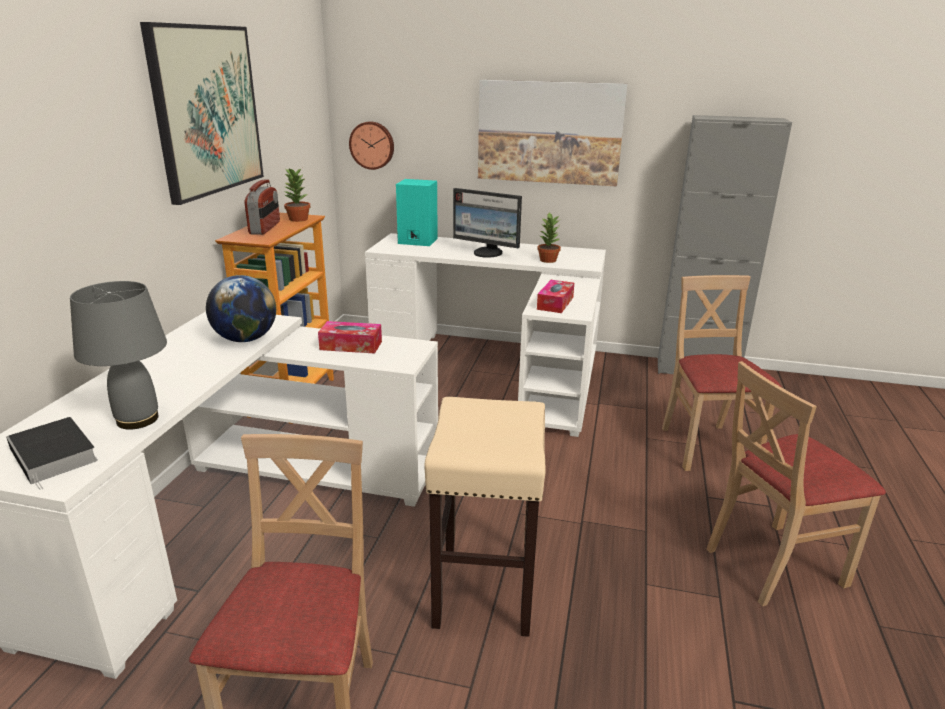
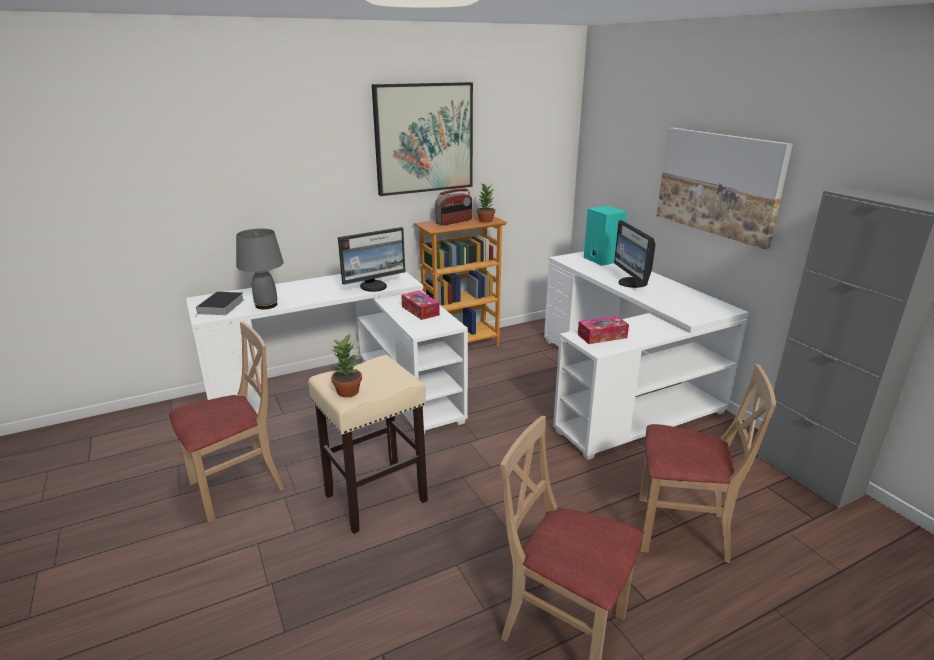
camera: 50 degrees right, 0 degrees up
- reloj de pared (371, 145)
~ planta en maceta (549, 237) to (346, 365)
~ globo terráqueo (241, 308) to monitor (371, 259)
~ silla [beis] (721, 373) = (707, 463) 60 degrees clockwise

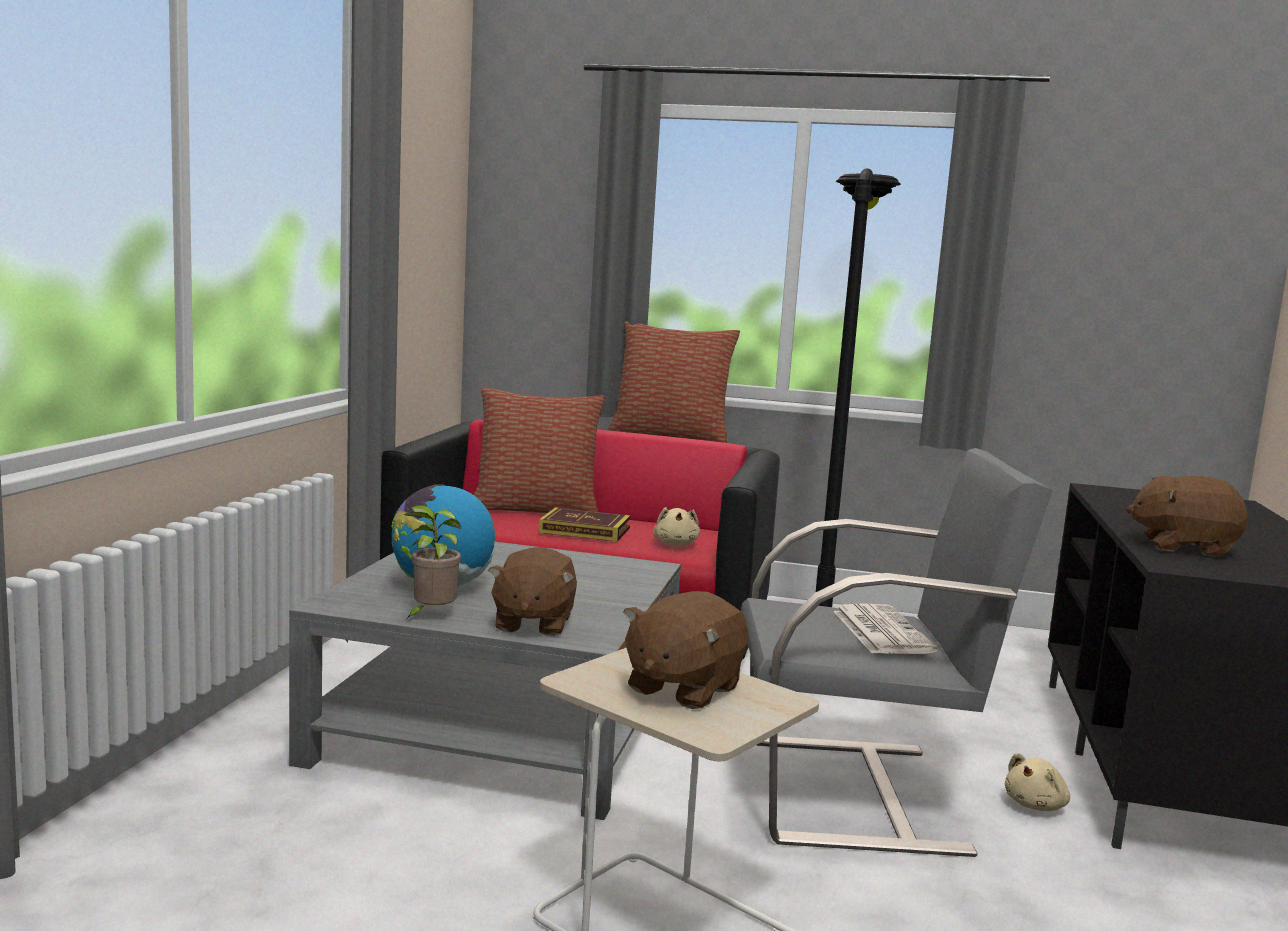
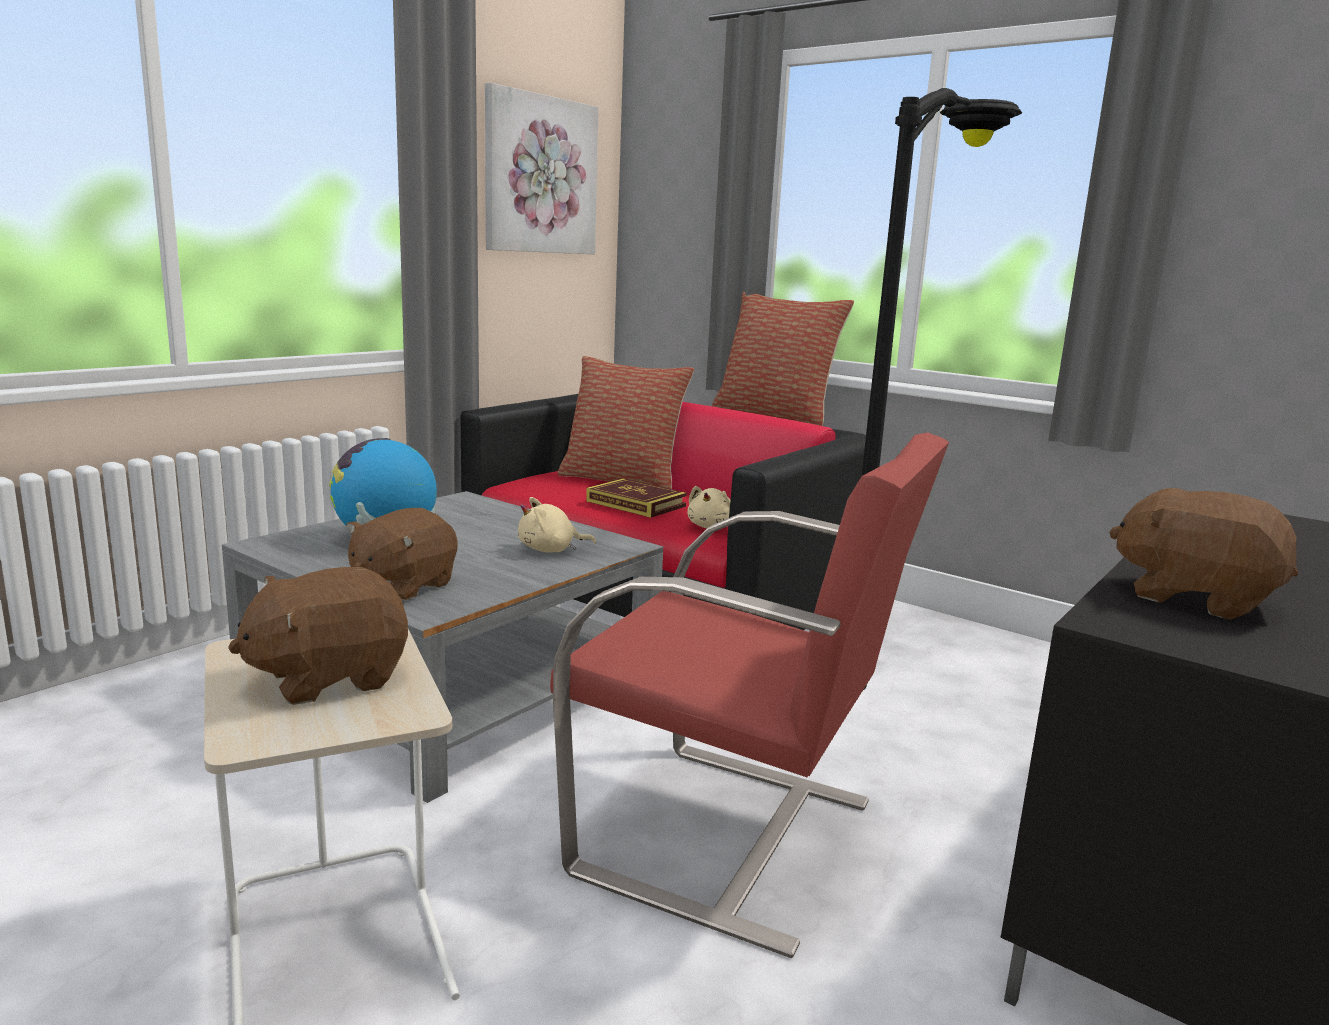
camera: 25 degrees right, 5 degrees up
~ sillón [gris] (897, 652) to sillón [rojo] (749, 695)
- planta en maceta (432, 562)
- periódico (885, 628)
~ peluche [beis] (1037, 782) to (557, 525)
+ cuadro (542, 168)

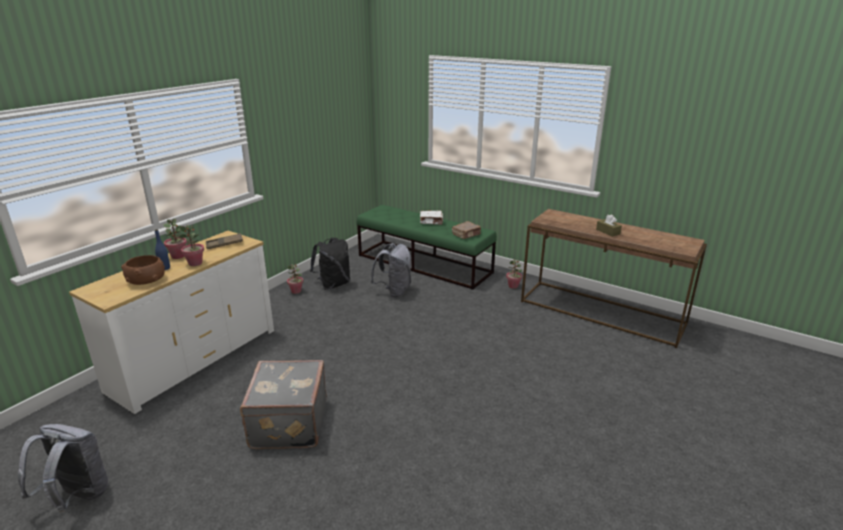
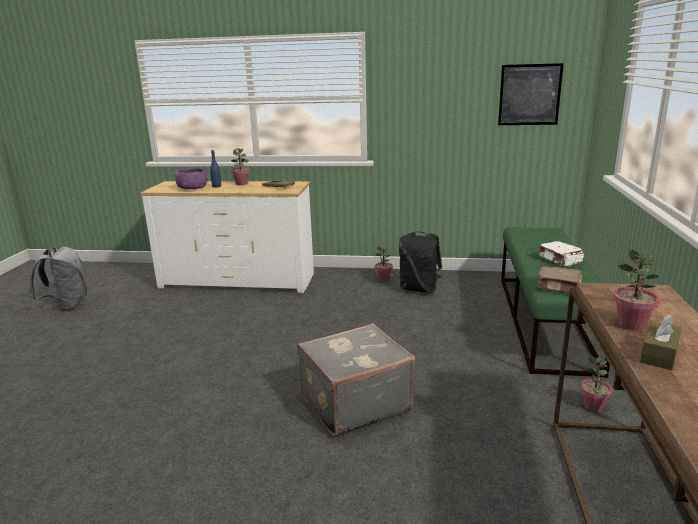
camera: 65 degrees right, 5 degrees down
~ planta en maceta (191, 245) to (636, 290)
- mochila [gris] (390, 270)
~ cuenco [marrón] (143, 270) to cuenco [morado] (191, 178)
~ maleta [gris] (283, 404) to (356, 380)
+ cuadro (531, 94)

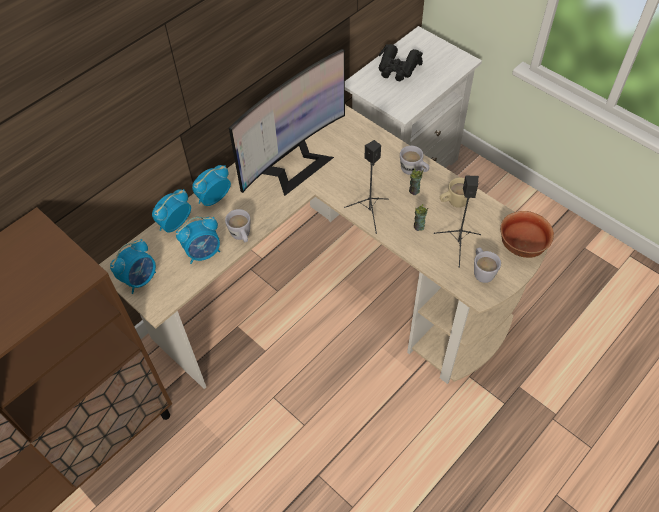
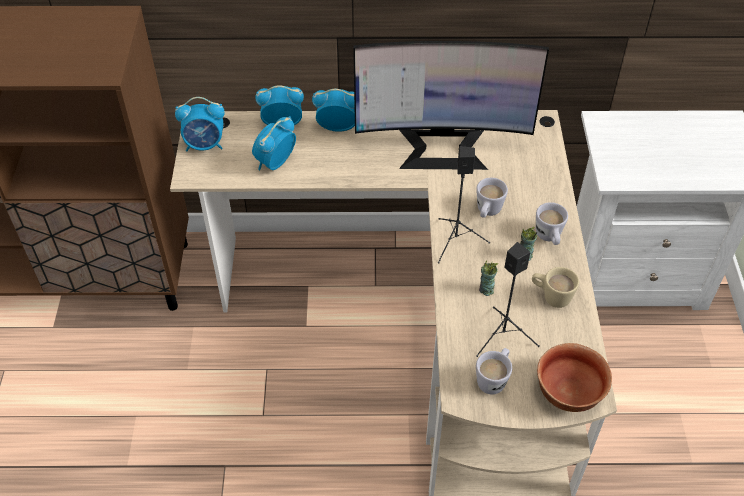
camera: 45 degrees right, 5 degrees down
- prismáticos [negro] (400, 62)
~ taza grande [blanco] (237, 225) to (492, 198)
~ despertador (198, 240) = (274, 143) 105 degrees clockwise

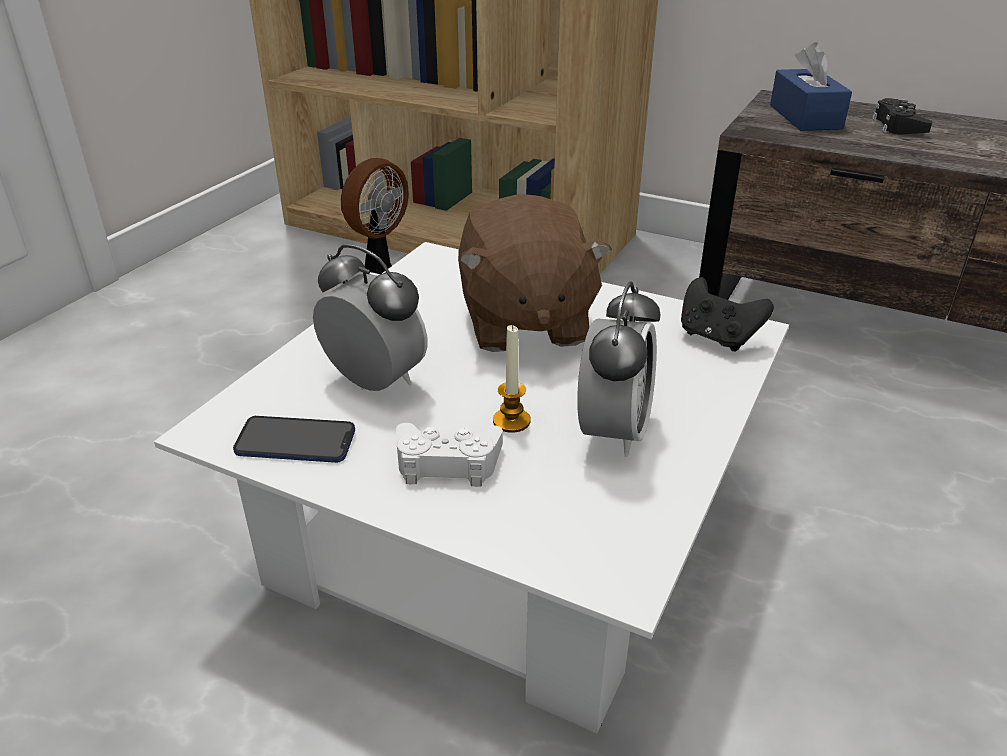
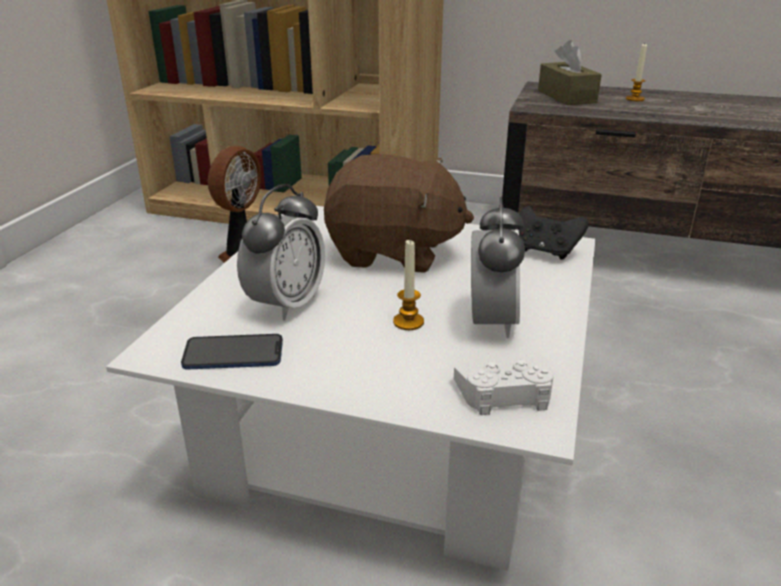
camera: 10 degrees left, 5 degrees down
~ caja de pañuelos [azul] (811, 86) to caja de pañuelos [marrón] (570, 72)
~ mando de consola [negro] (902, 116) to vela (636, 72)
~ peluche [marrón] (535, 273) = (399, 213) 60 degrees counterclockwise
~ despertador (370, 317) = (281, 252) 90 degrees clockwise
~ mando de consola [blanco] (449, 455) to (504, 385)

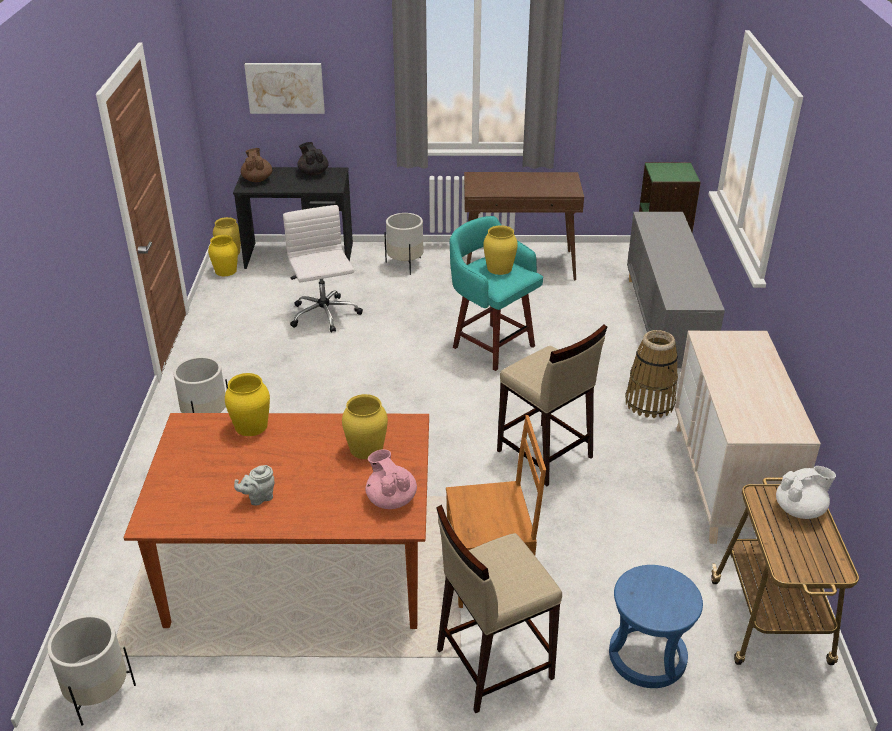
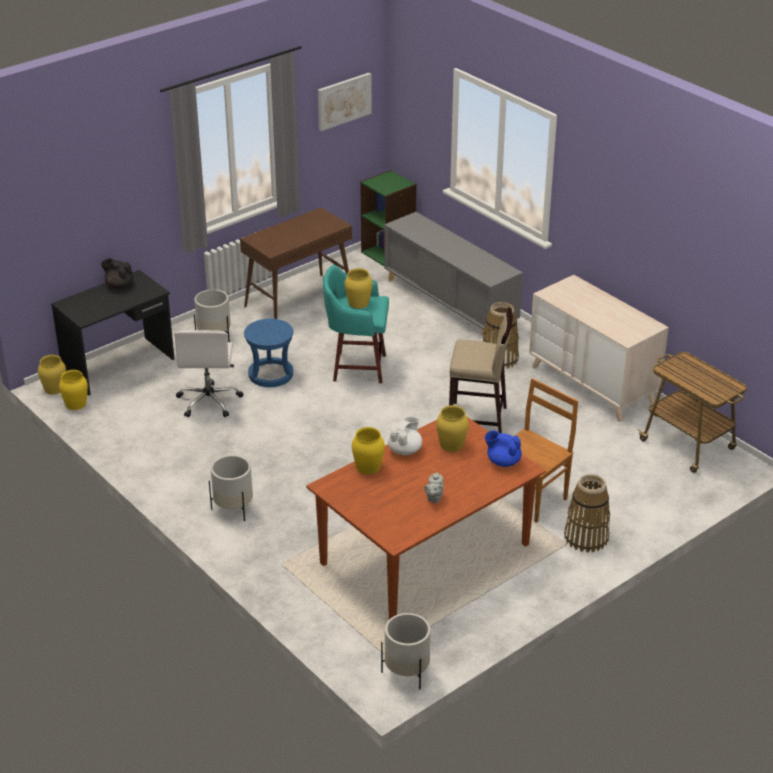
camera: 40 degrees left, 0 degrees up
~ cuadro (284, 88) to (345, 102)
- tetera [marrón] (256, 165)
~ silla de oficina [blanco] (323, 269) = (208, 373) 120 degrees counterclockwise
~ tetera [rosa] (391, 479) to tetera [azul] (503, 449)
~ tetera [blanco] (806, 492) to (405, 436)
~ taburete [beis] (499, 609) to cesta (587, 513)
~ taburete [azul] (656, 626) to (268, 353)

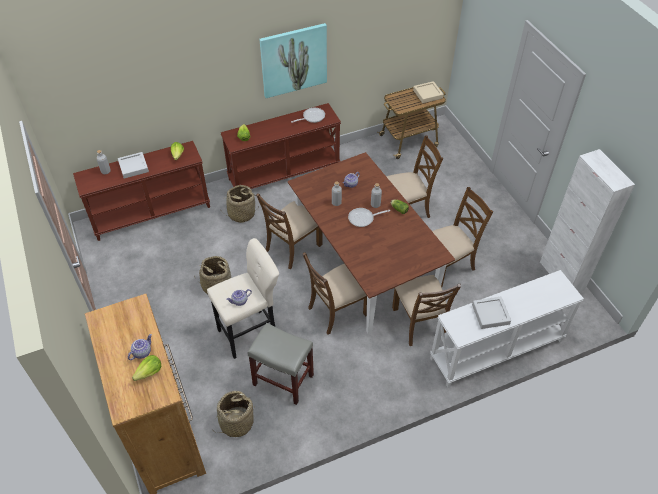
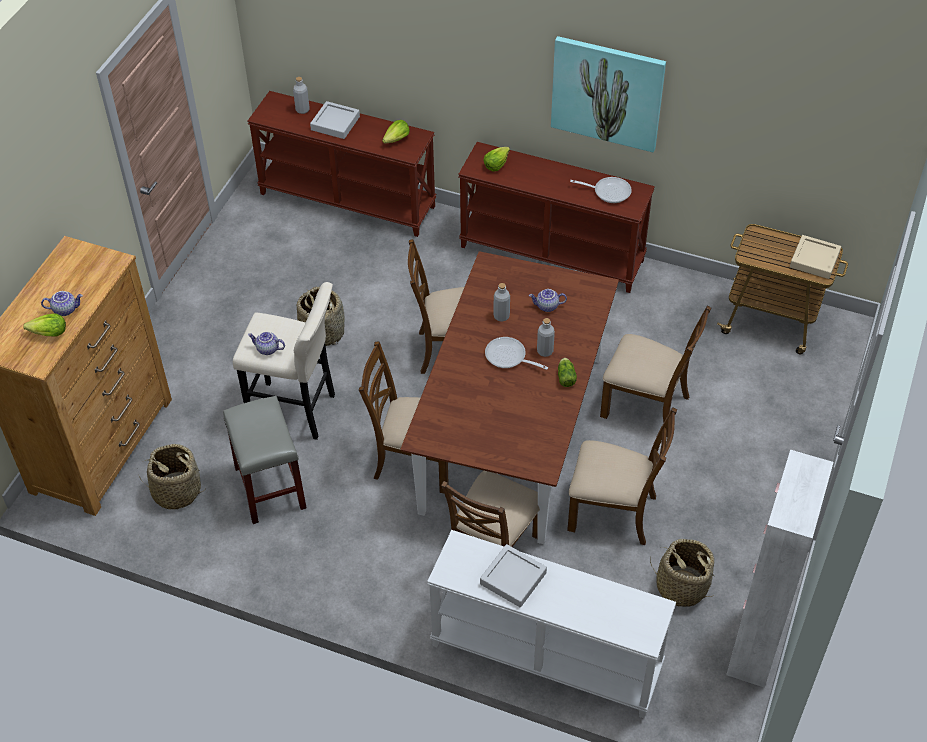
camera: 45 degrees right, 0 degrees up
~ cesta (239, 204) to (682, 573)

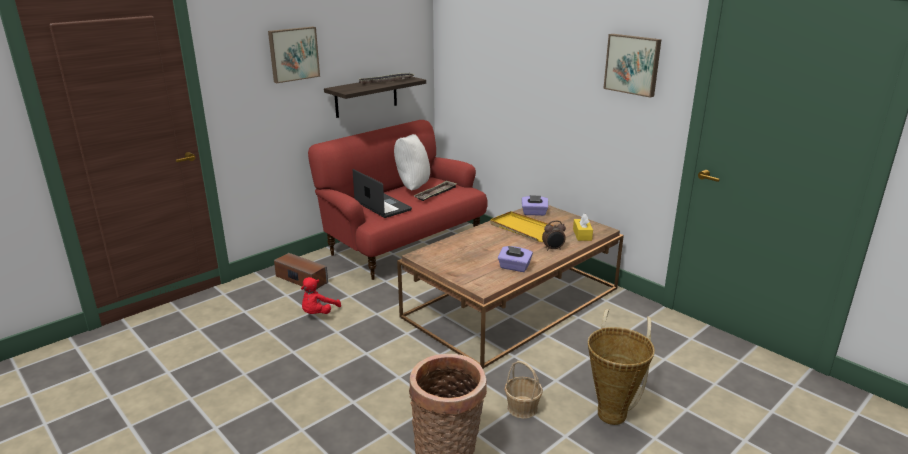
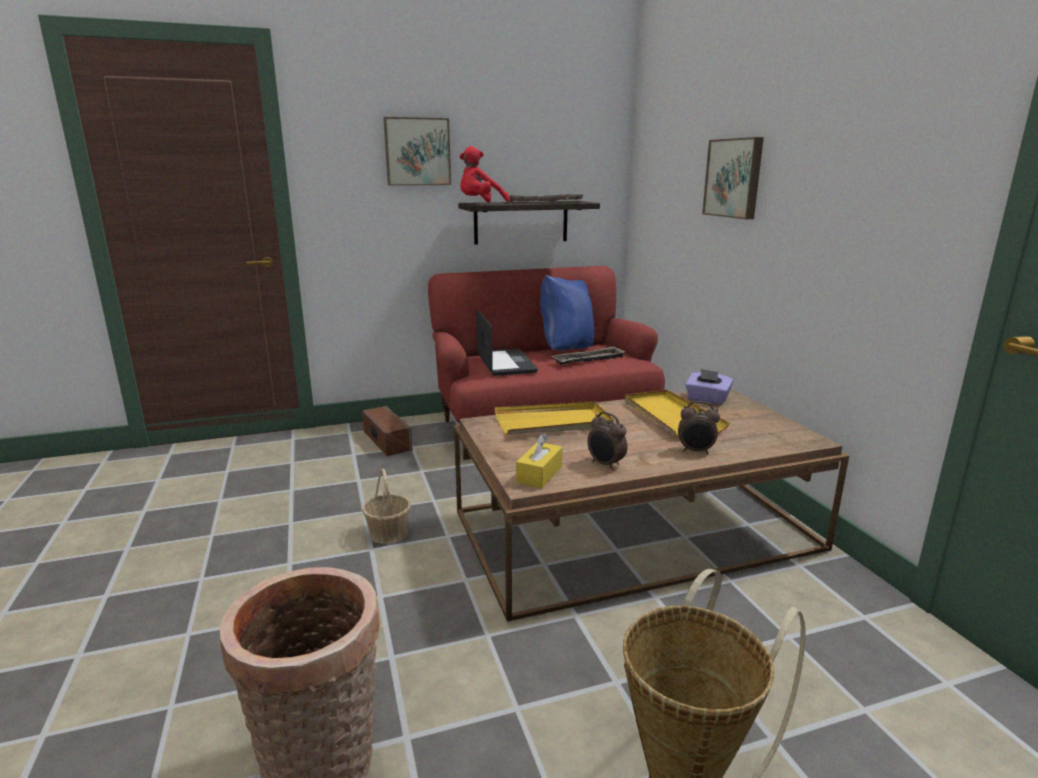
camera: 25 degrees right, 5 degrees down
~ cuadro (632, 66) to (733, 178)
~ cojín [blanco] (412, 162) to cojín [azul] (567, 312)
~ caja de pañuelos [amarillo] (583, 227) to (539, 461)
~ caja de pañuelos [morado] (515, 259) to despertador (607, 441)
~ peluche [rojo] (321, 295) to (484, 174)
~ cesta (523, 390) to (386, 506)
+ bandeja [amarillo] (554, 418)

